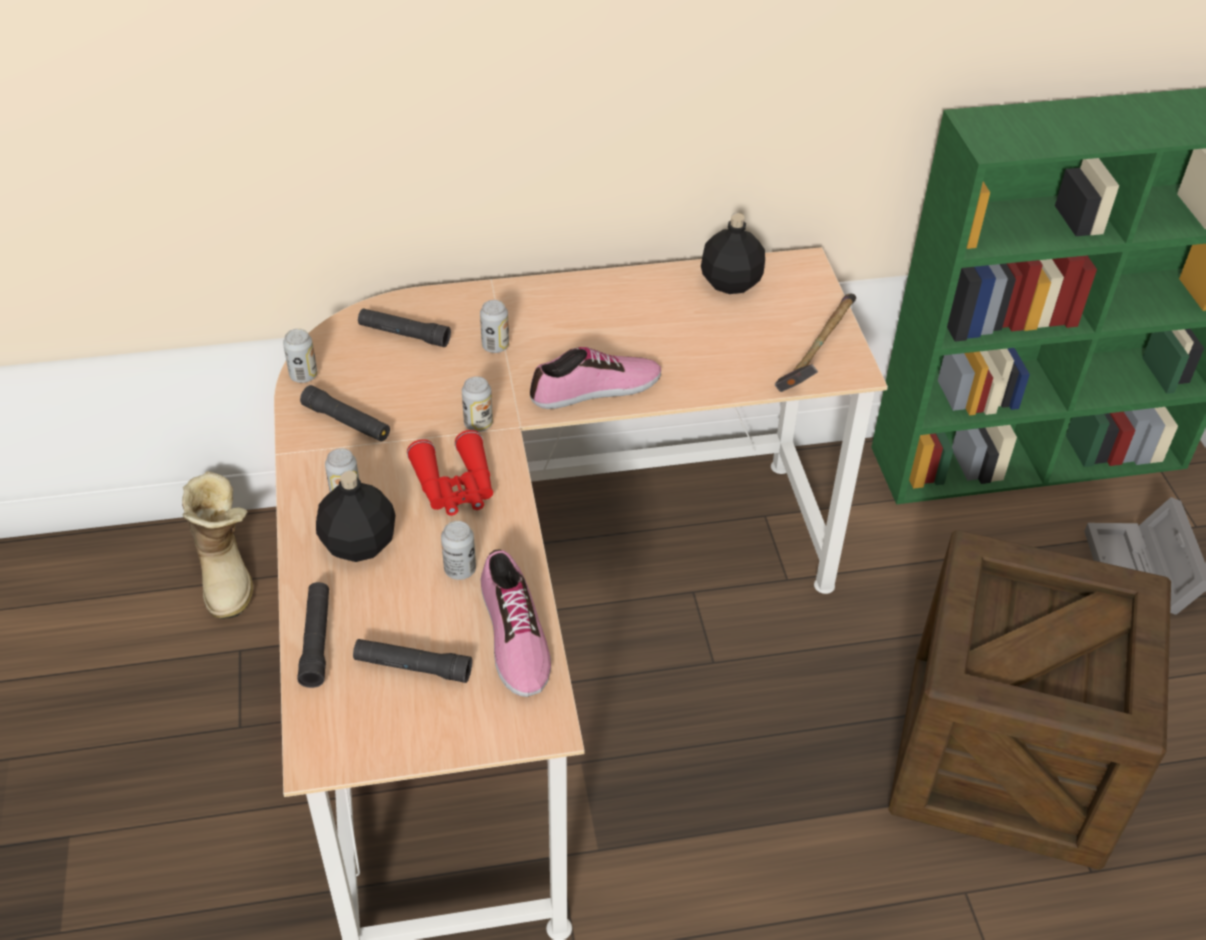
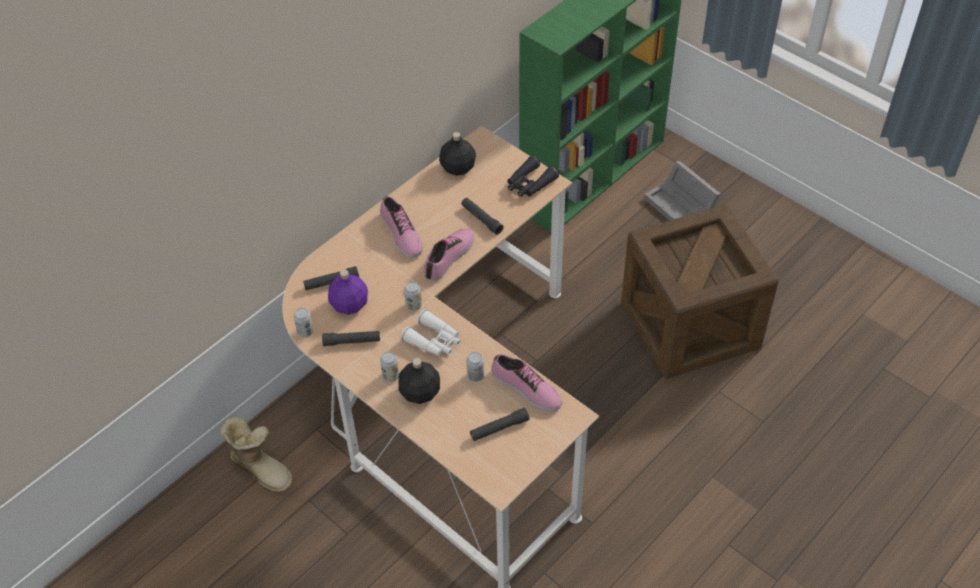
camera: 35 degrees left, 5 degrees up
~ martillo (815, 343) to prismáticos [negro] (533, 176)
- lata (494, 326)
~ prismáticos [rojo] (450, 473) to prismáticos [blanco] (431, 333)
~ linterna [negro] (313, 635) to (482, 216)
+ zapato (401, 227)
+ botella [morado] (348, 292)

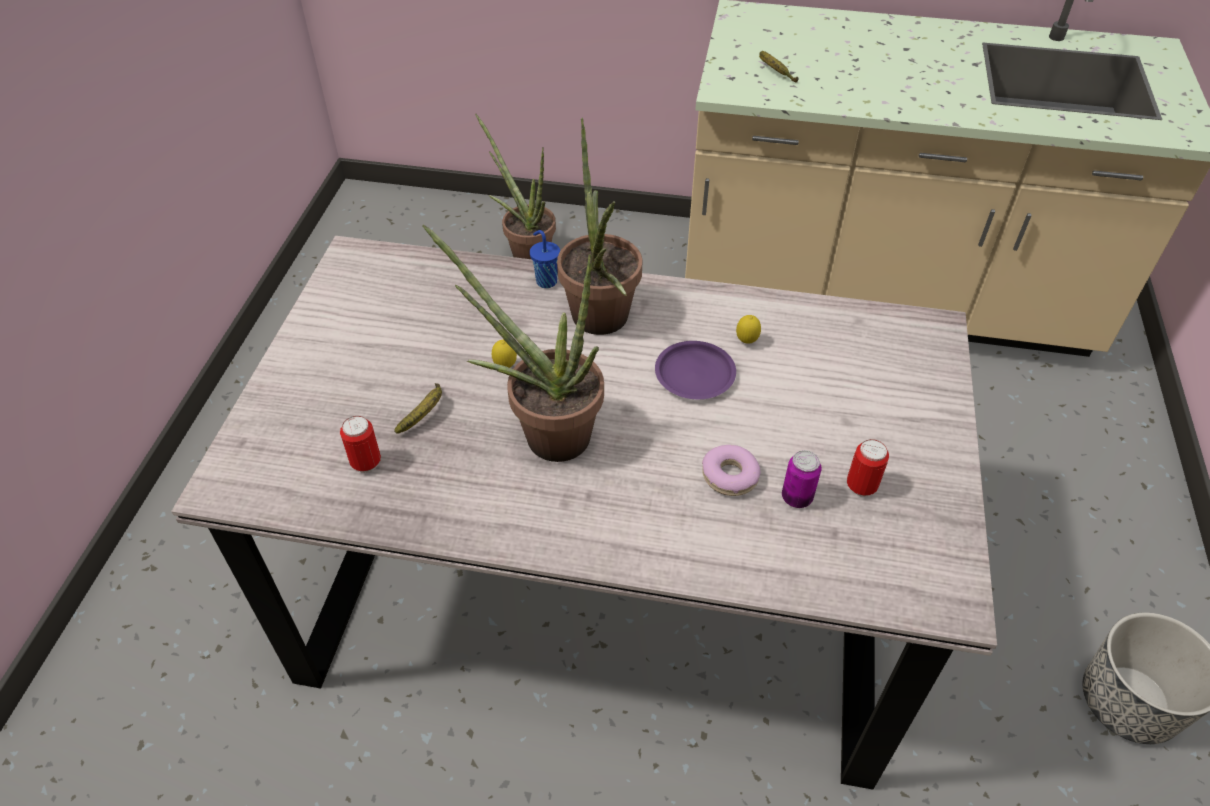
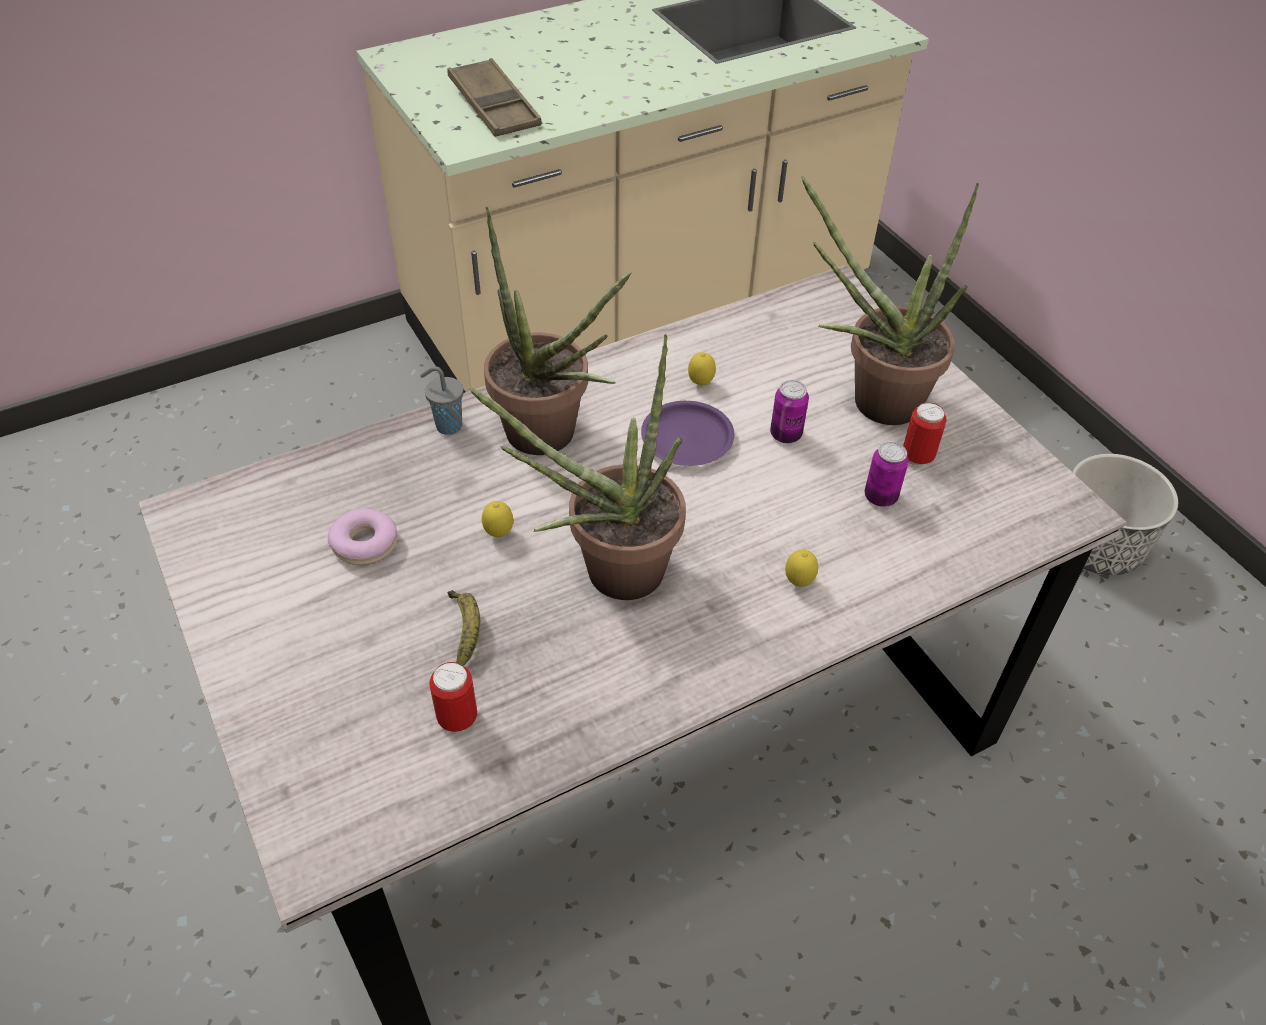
camera: 40 degrees left, 0 degrees up
~ plátano (779, 67) to bandeja [marrón] (494, 97)
~ planta en maceta (515, 186) to (890, 300)
~ taza [azul] (545, 259) to taza [gris] (442, 400)
~ rosquilla (731, 470) to (362, 536)
+ lata (789, 411)
+ limón (801, 568)

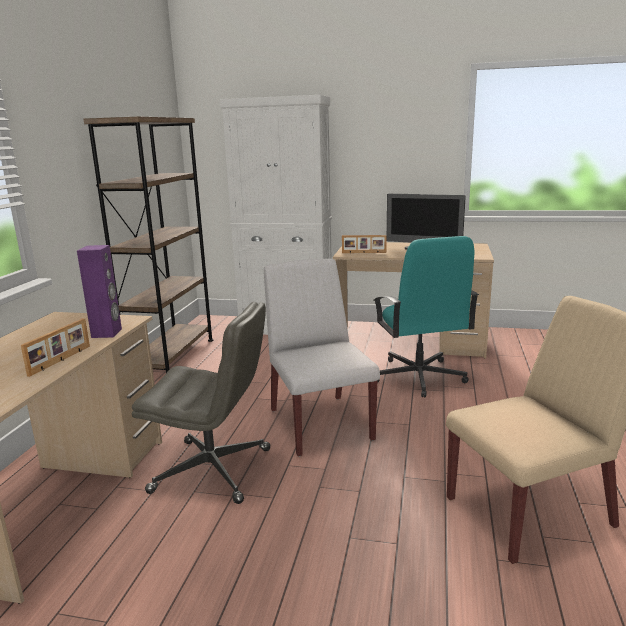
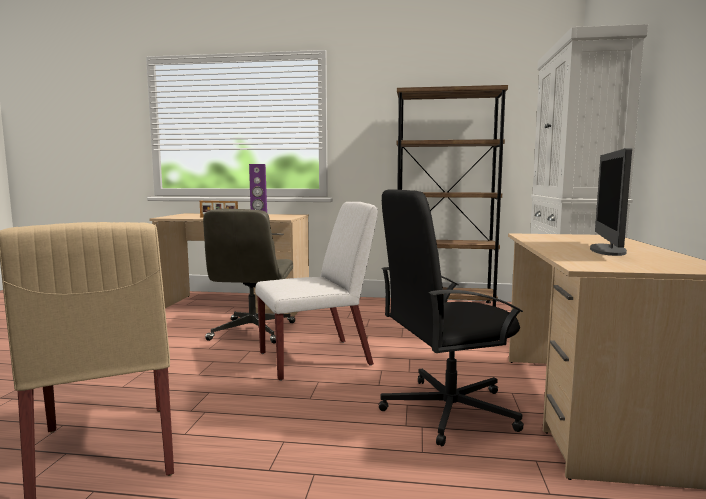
camera: 85 degrees right, 10 degrees down
- portarretratos (364, 244)
~ silla de oficina [turquesa] (426, 317) to silla de oficina [negro] (451, 317)

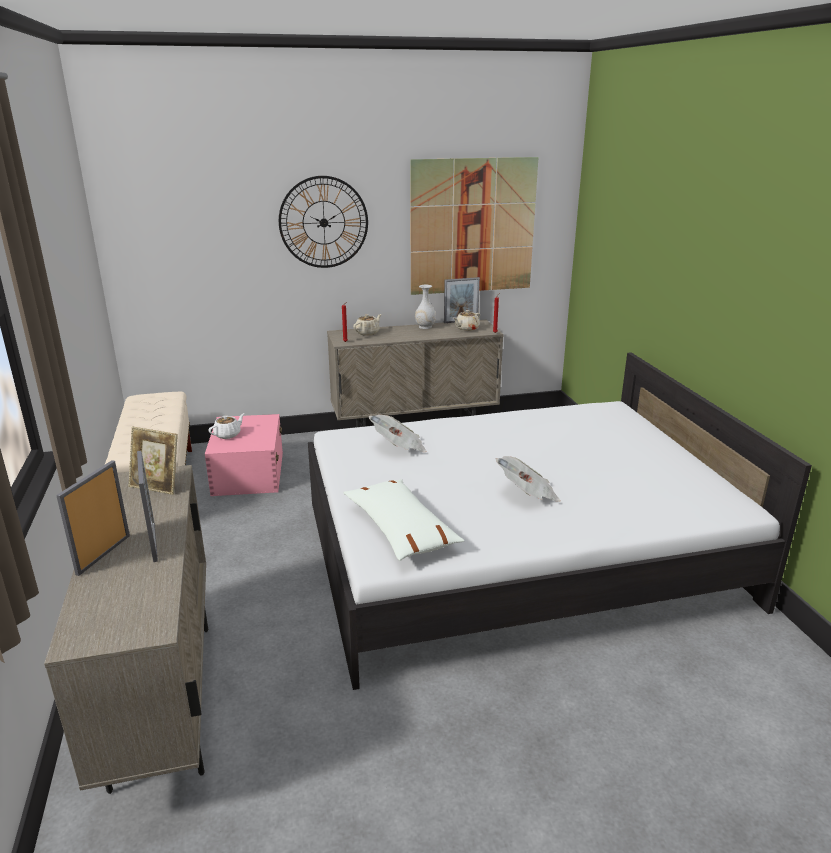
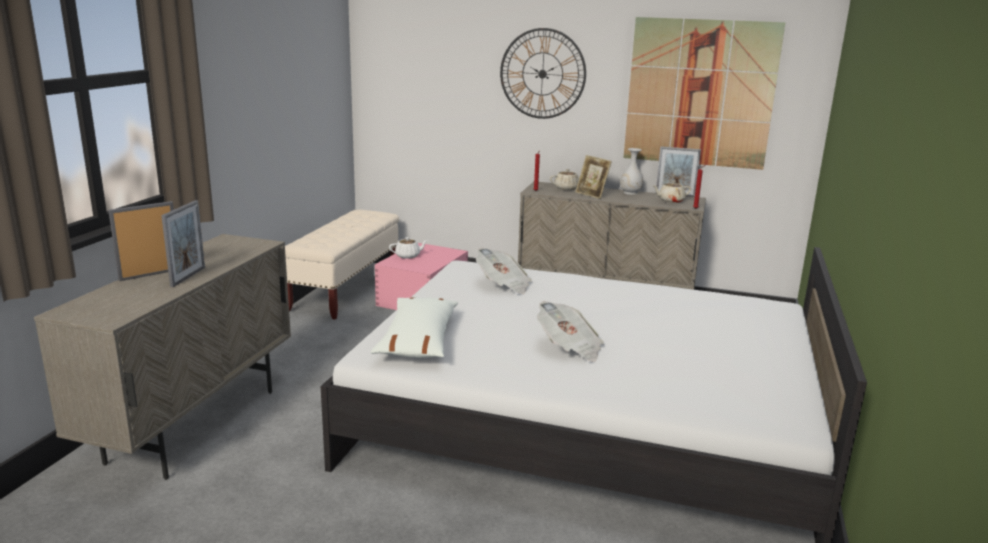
camera: 30 degrees right, 5 degrees down
~ portarretratos (153, 460) to (593, 177)

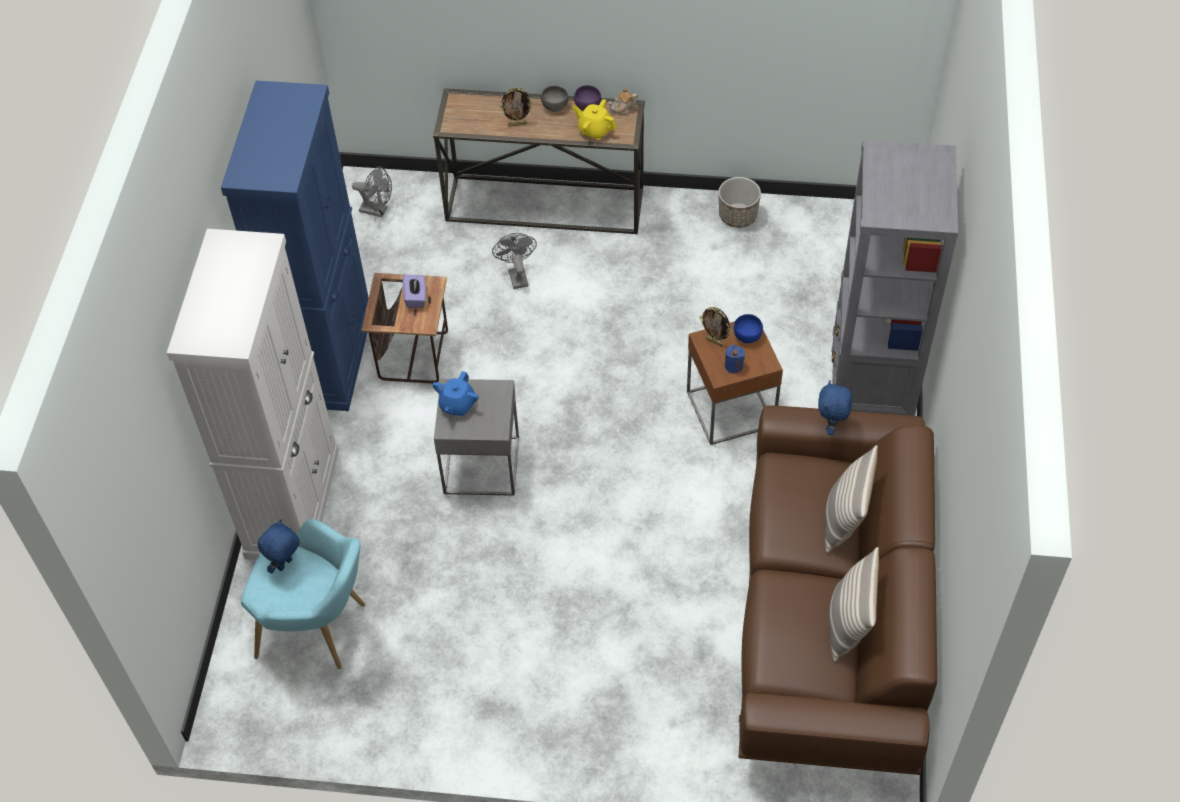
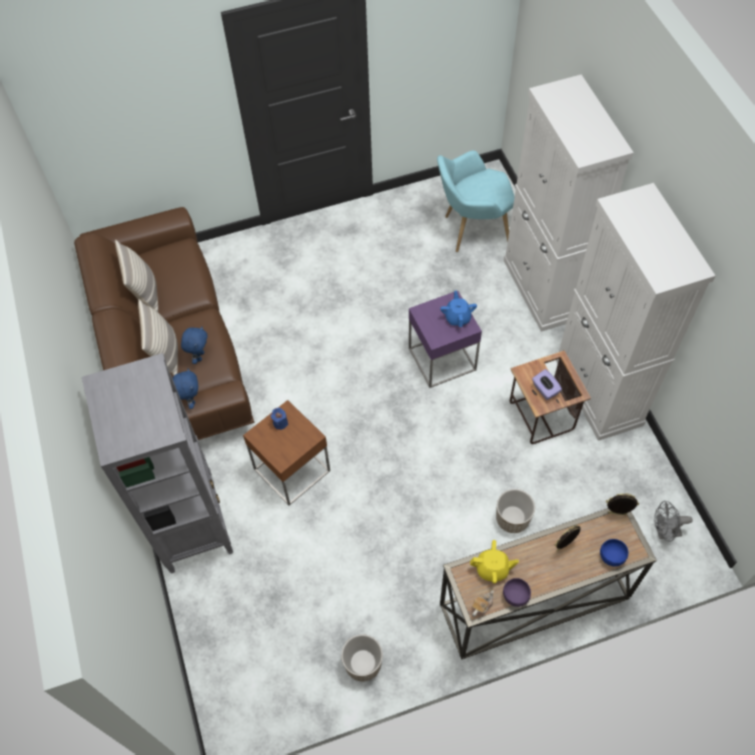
camera: 155 degrees right, 5 degrees up
~ armario [azul] (295, 246) to armario [blanco] (636, 312)
- cuenco [gris] (554, 99)
~ ventilador [gris] (514, 261) to maceta (515, 511)
~ portarretratos (716, 327) to (622, 504)
~ cuenco [azul] (748, 328) to (614, 552)
~ mesa auxiliar [gris] (476, 437) to mesa auxiliar [morado] (445, 339)
~ peluche [azul] (279, 547) to (194, 345)

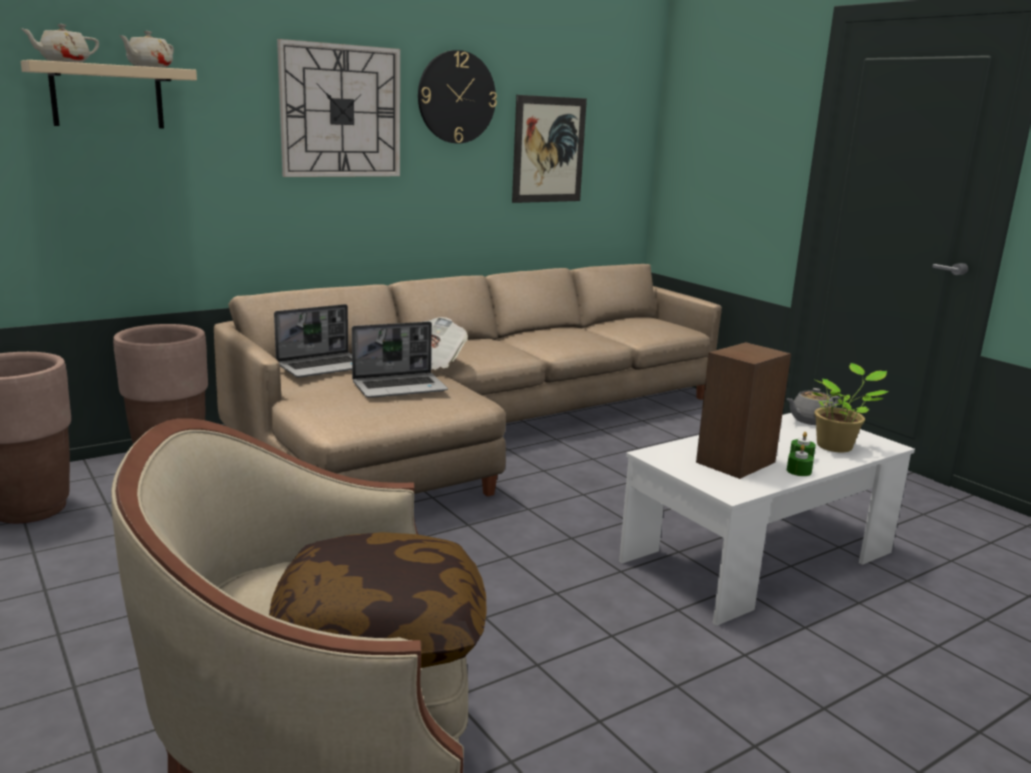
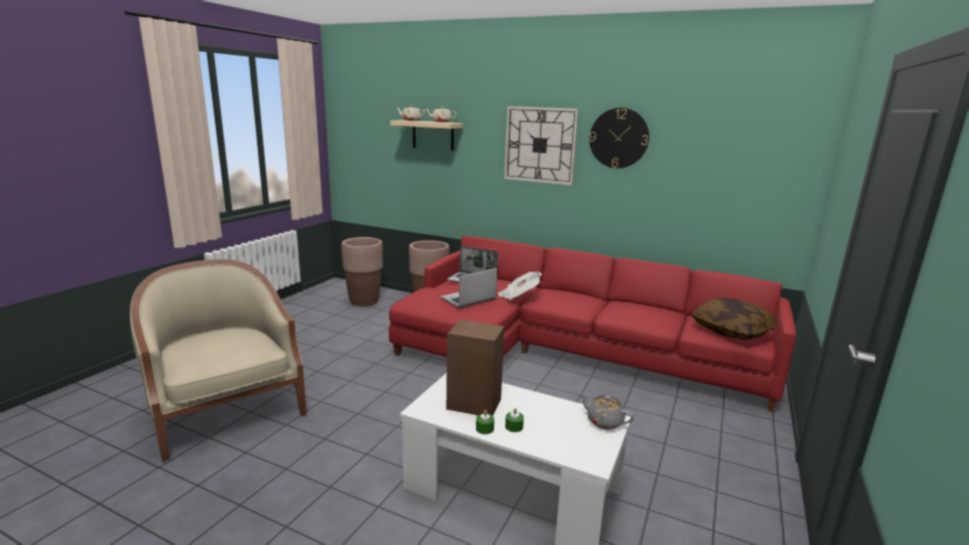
camera: 60 degrees right, 0 degrees up
- cuadro (549, 149)
~ sofá [beis] (468, 380) to sofá [rojo] (592, 323)
~ portátil (400, 360) = (469, 288) 105 degrees clockwise
- planta en maceta (850, 407)
~ cojín (378, 600) to (734, 319)

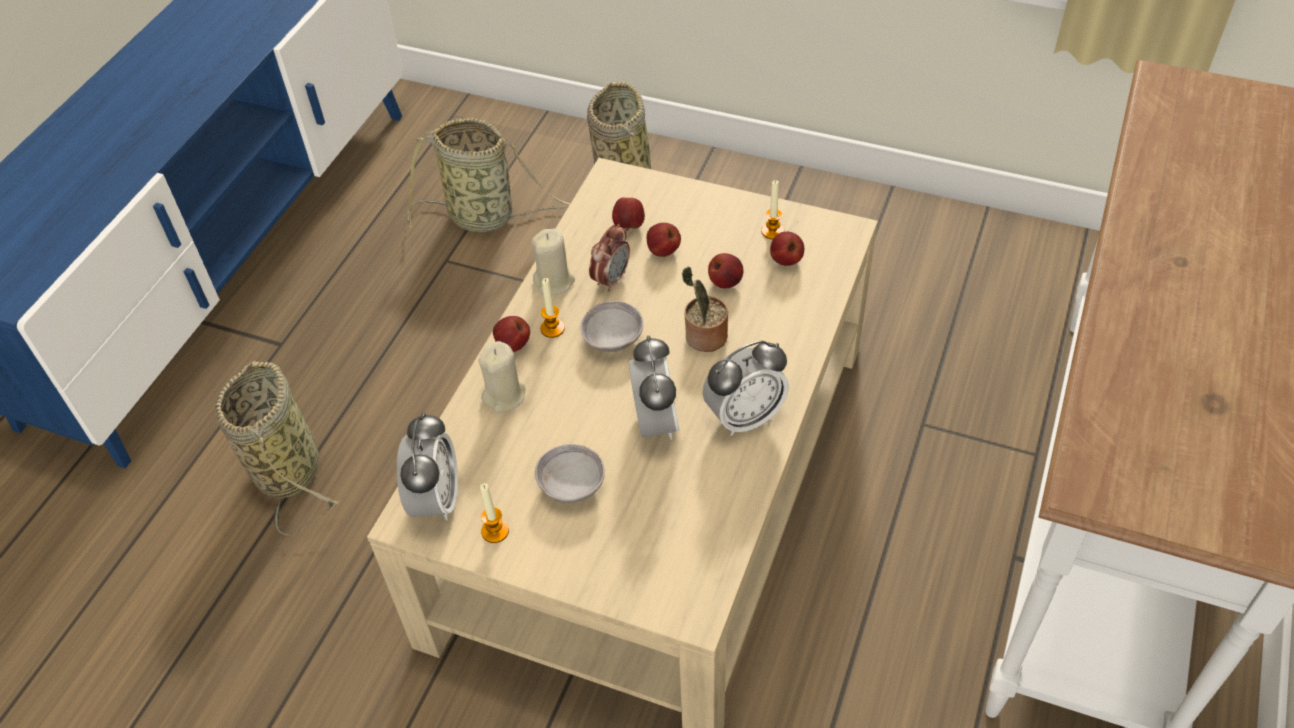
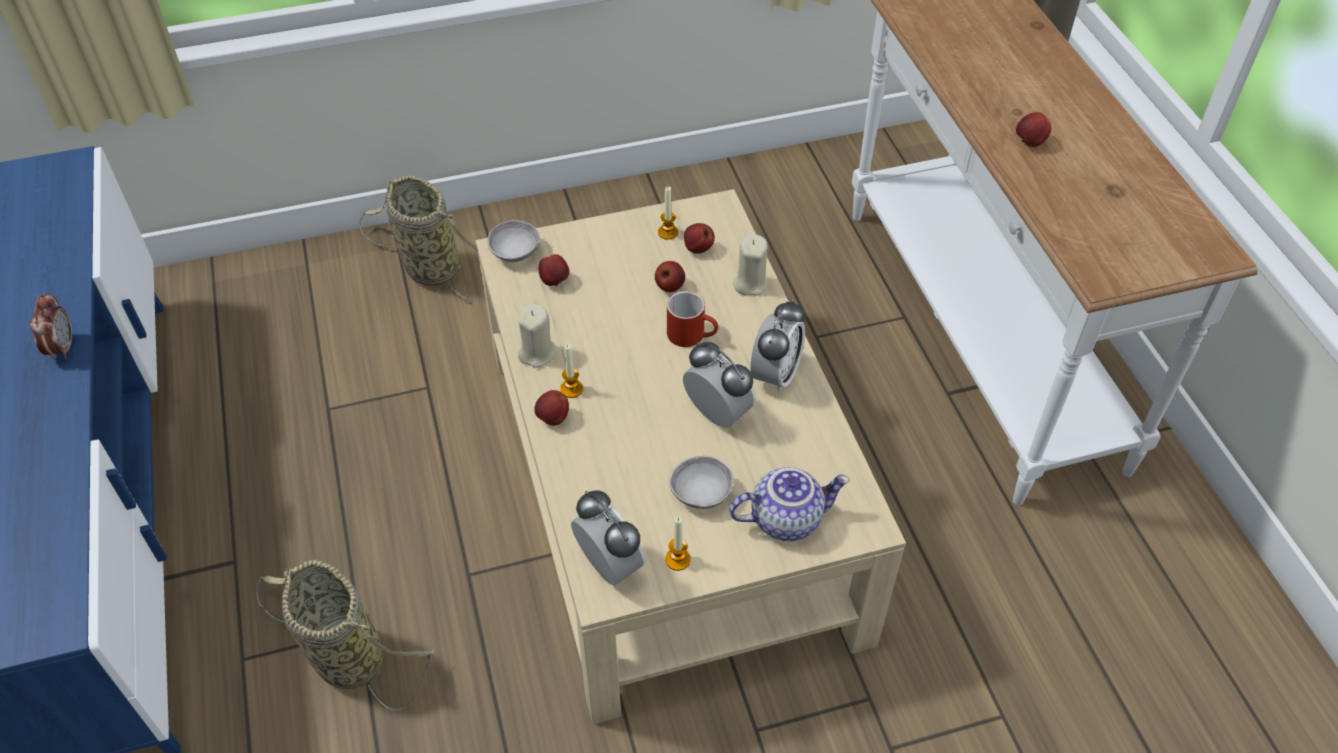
camera: 40 degrees left, 0 degrees up
- cesta (489, 175)
~ manzana (664, 240) to (1033, 129)
~ despertador (609, 258) to (51, 326)
~ planta en maceta (705, 309) to taza grande [rojo] (692, 319)
~ cuenco [gris] (611, 326) to (514, 241)
~ vela [beis] (501, 377) to (750, 265)
+ tetera (789, 504)

